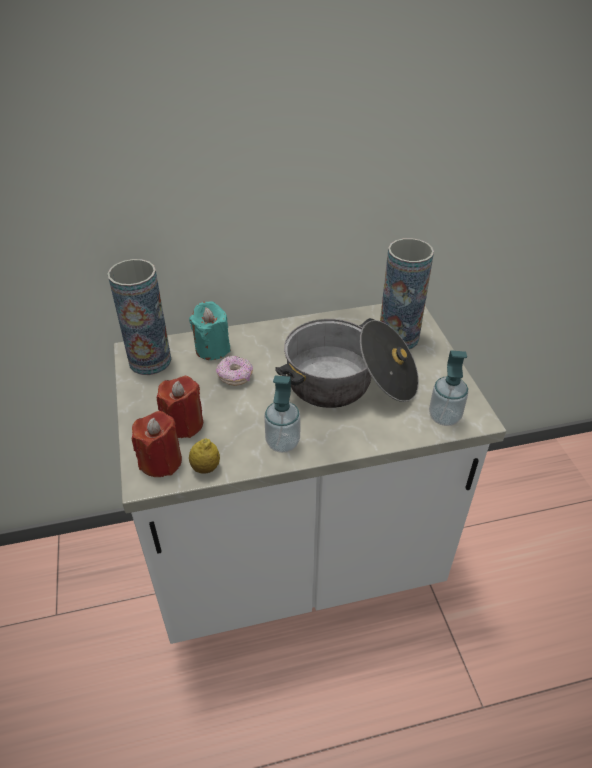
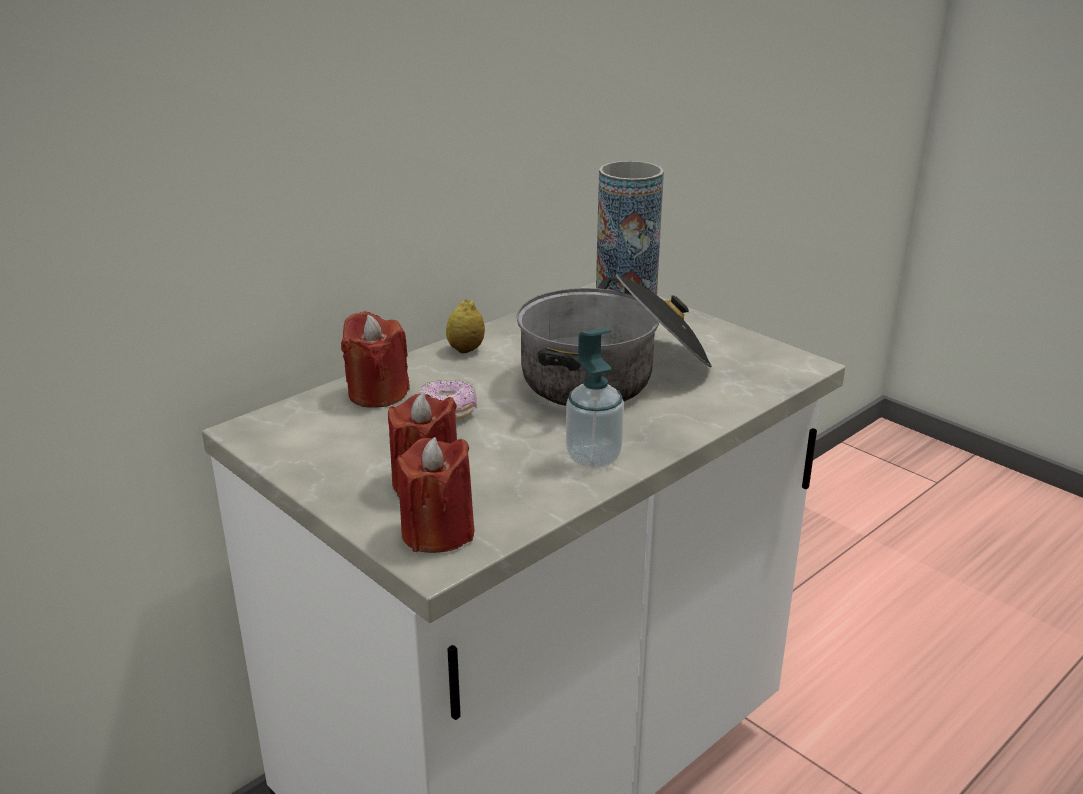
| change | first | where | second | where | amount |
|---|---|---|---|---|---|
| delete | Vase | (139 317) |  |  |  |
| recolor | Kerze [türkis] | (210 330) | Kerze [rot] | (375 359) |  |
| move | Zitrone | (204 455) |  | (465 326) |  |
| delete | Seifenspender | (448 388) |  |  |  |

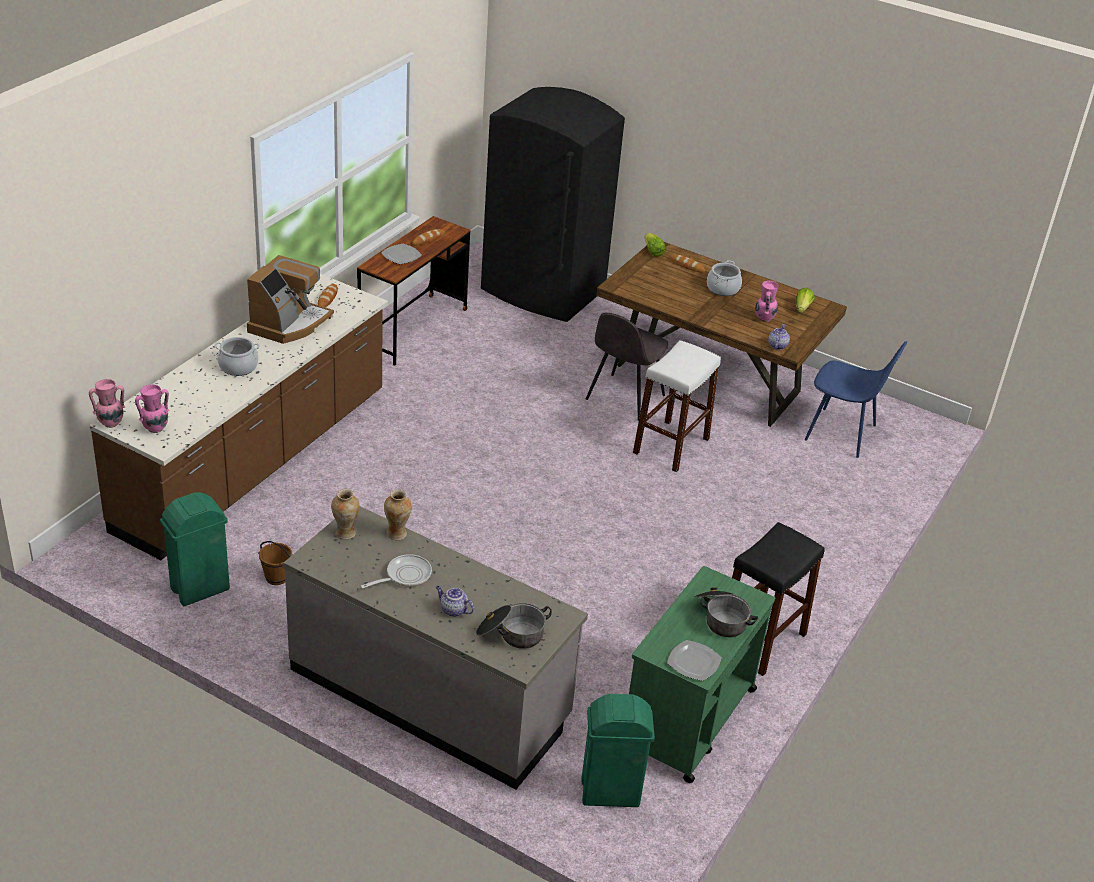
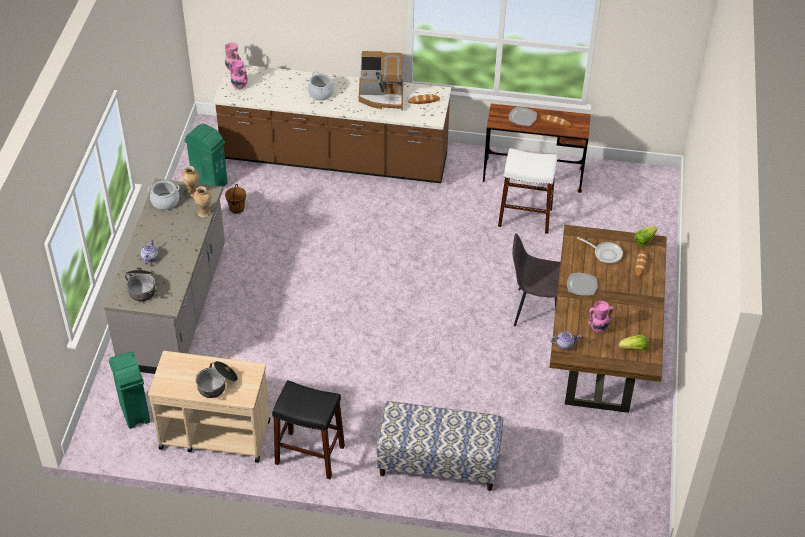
| change | first | where | second | where | amount |
|---|---|---|---|---|---|
| move | Pfanne | (396 571) |  | (600 250) |  |
| delete | Kühlschrank [schwarz] | (553 204) |  |  |  |
| recolor | Rollwagen [grün] | (702 674) | Rollwagen [beige] | (209 407) |  |
| move | Hocker [weiß] | (677 406) |  | (527 191) |  |
| move | Teller | (694 660) |  | (582 284) |  |
| move | Kochtopf | (724 278) |  | (163 195) |  |
| delete | Stuhl [blau] | (856 399) |  |  |  |
| insert |  |  | Bank | (439 446) |  |

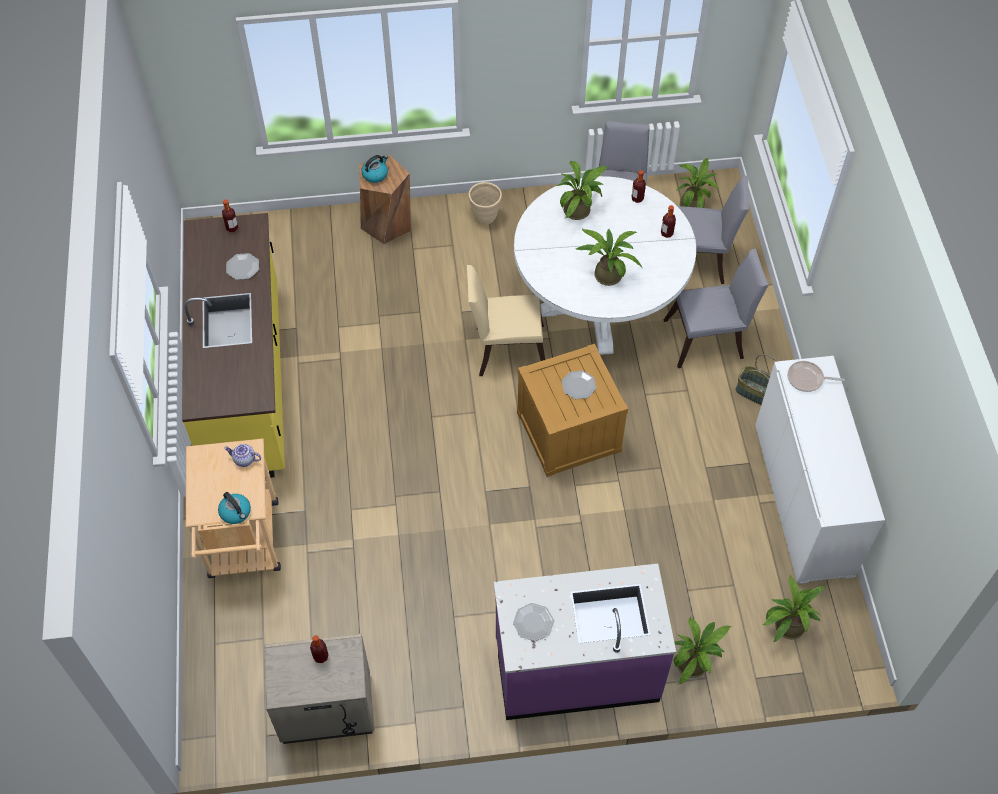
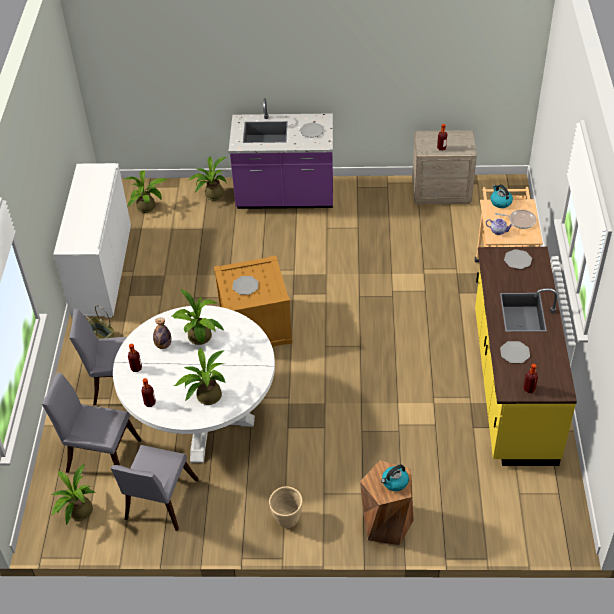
| change | first | where | second | where | amount |
|---|---|---|---|---|---|
| delete | Stuhl [beige] | (506 320) |  |  |  |
| move | Pfanne | (816 376) |  | (515 219) |  |
| insert |  |  | Flasche | (162 333) |  |
| insert |  |  | Teller | (518 259) |  |

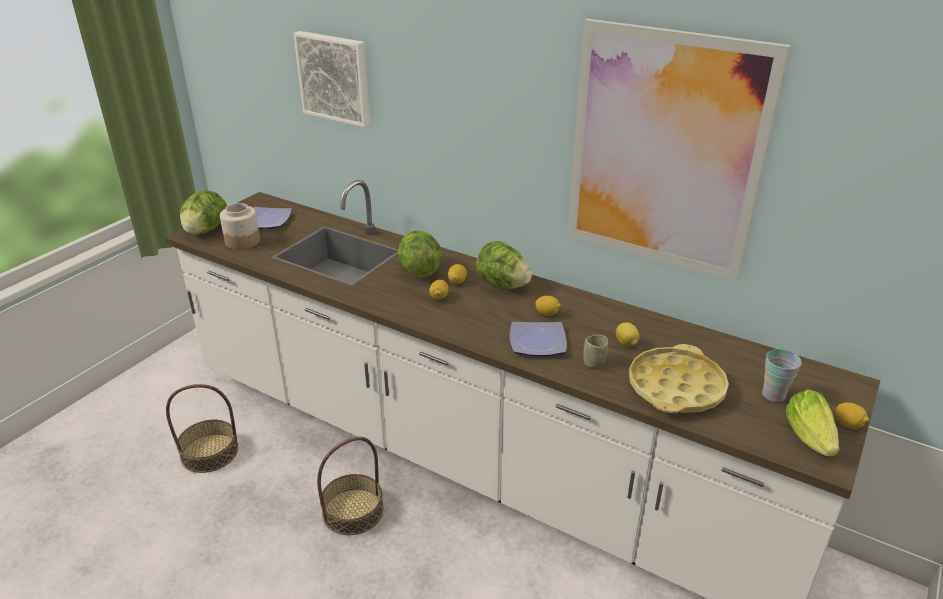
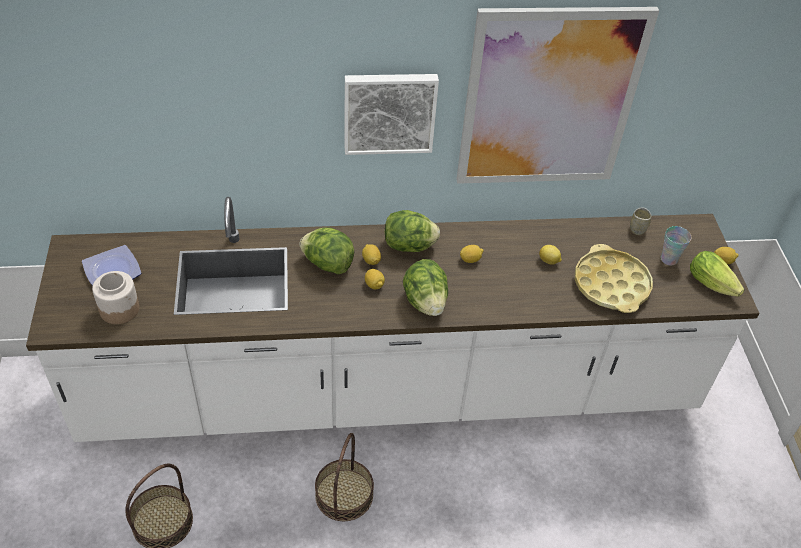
| change | first | where | second | where | amount |
|---|---|---|---|---|---|
| move | Salatkopf | (203 212) |  | (425 287) |  |
| move | Bild | (332 79) |  | (392 114) |  |
| delete | Teller | (538 339) |  |  |  |
| move | Tasse | (596 351) |  | (640 221) |  |

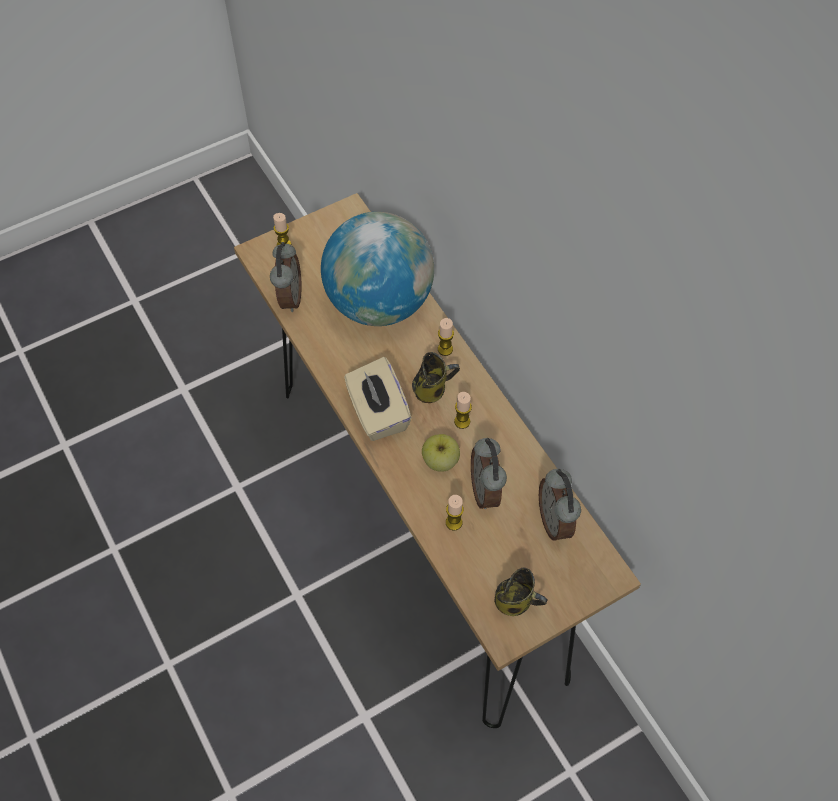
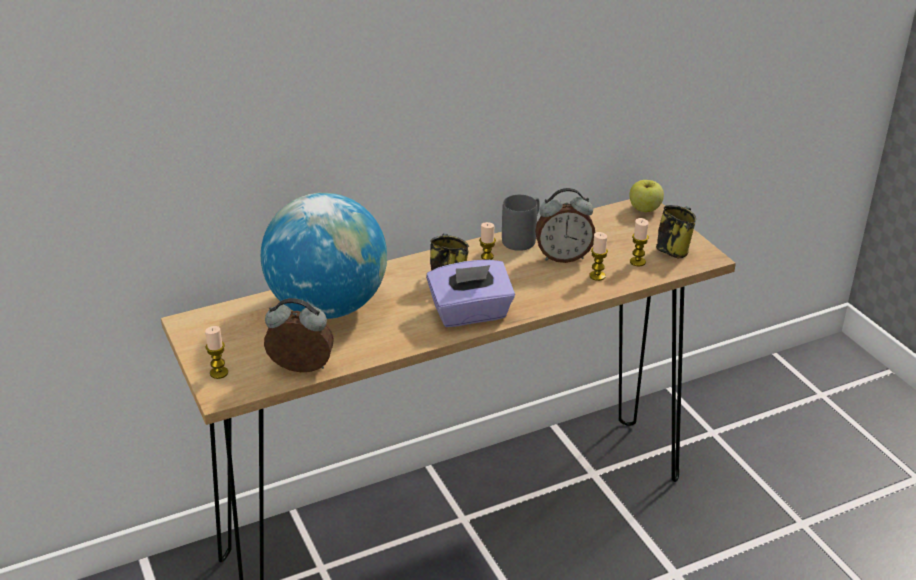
| change | first | where | second | where | amount |
|---|---|---|---|---|---|
| recolor | Taschentuchbox [beige] | (378 399) | Taschentuchbox [lila] | (470 293) |  |
| move | Apfel | (441 453) |  | (647 196) |  |
| move | Kerze | (446 337) |  | (639 242) |  |
| delete | Wecker | (560 505) |  |  |  |
| insert |  |  | Henkelbecher [grau] | (521 223) |  |

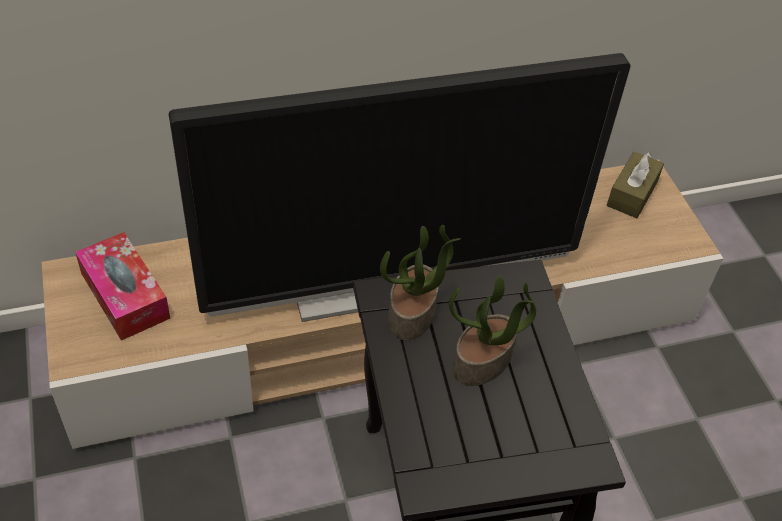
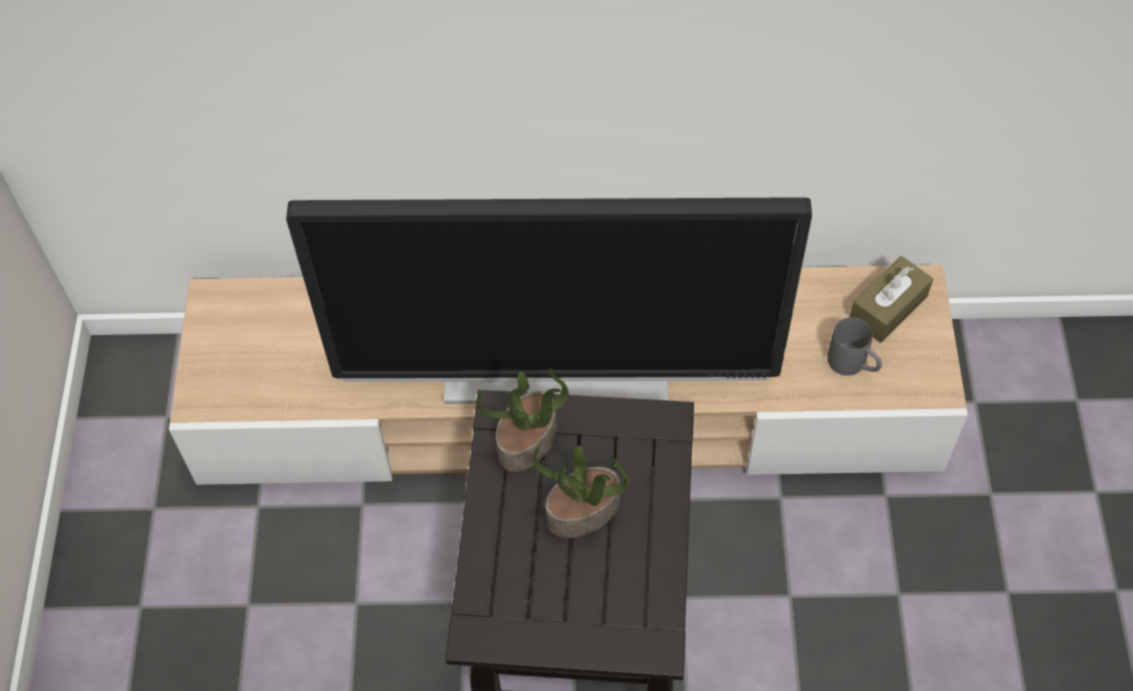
| change | first | where | second | where | amount |
|---|---|---|---|---|---|
| delete | Taschentuchbox | (123 286) |  |  |  |
| insert |  |  | Henkelbecher [grau] | (854 346) |  |

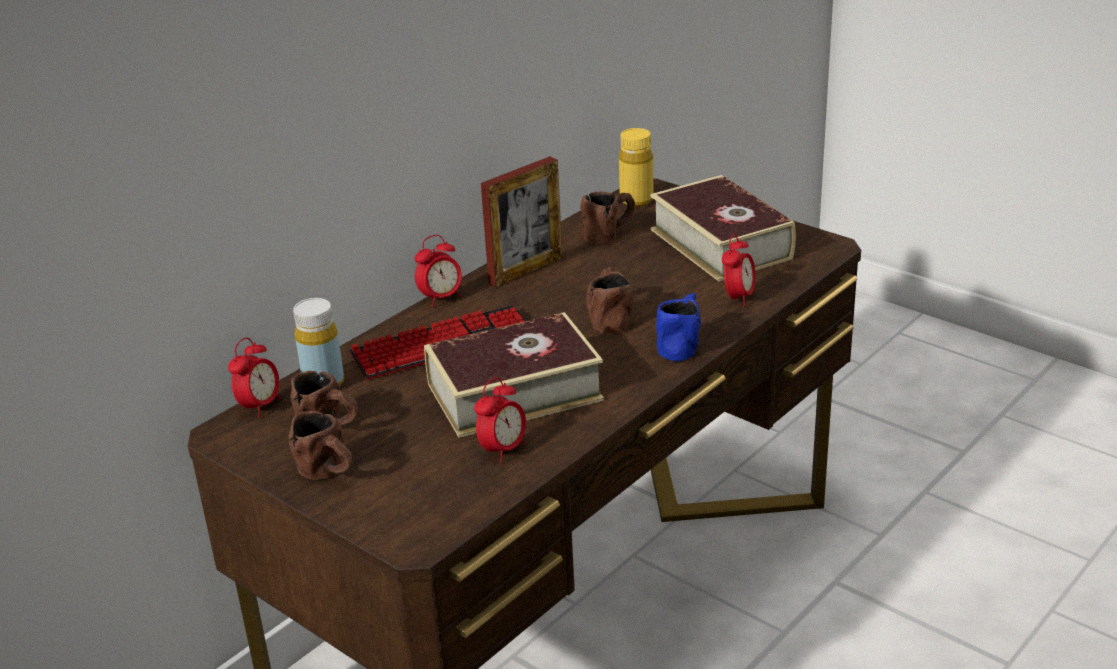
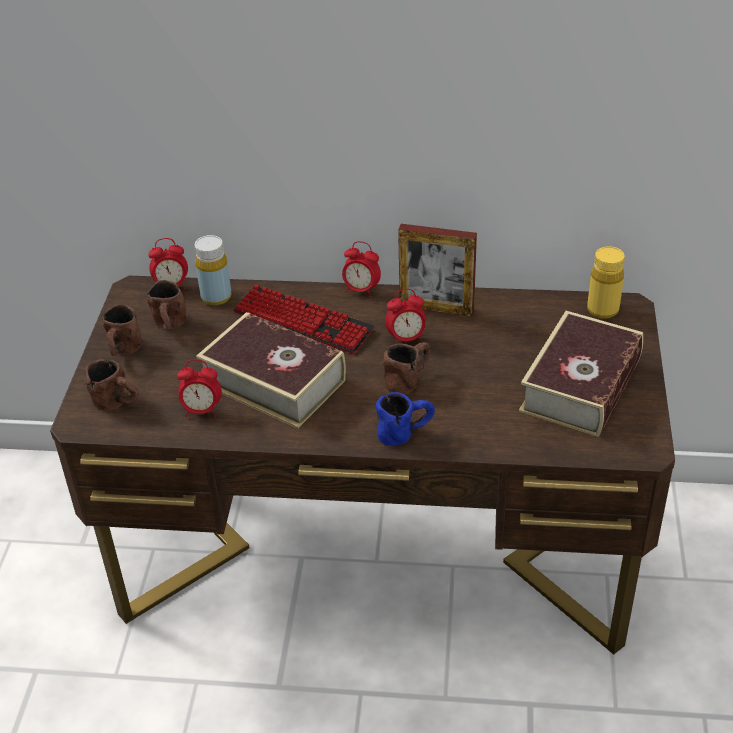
| change | first | where | second | where | amount |
|---|---|---|---|---|---|
| move | Henkelbecher [braun] | (607 218) |  | (112 385) |  |
| move | Wecker | (739 270) |  | (405 316) |  |

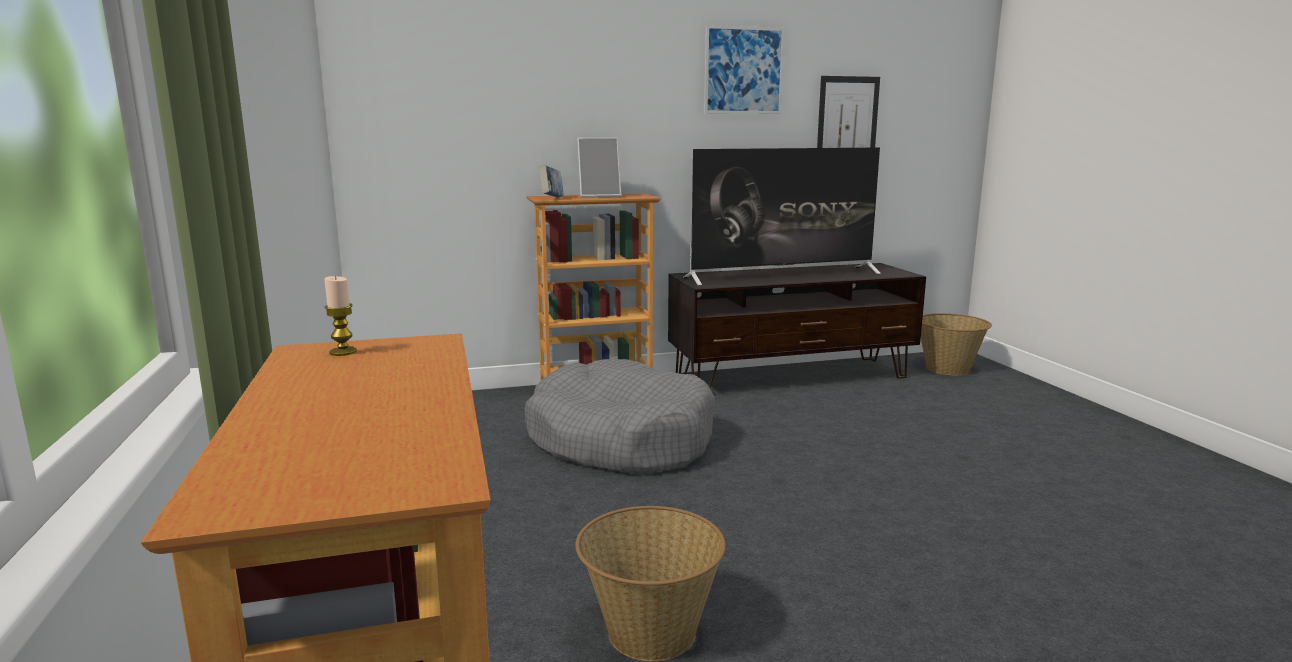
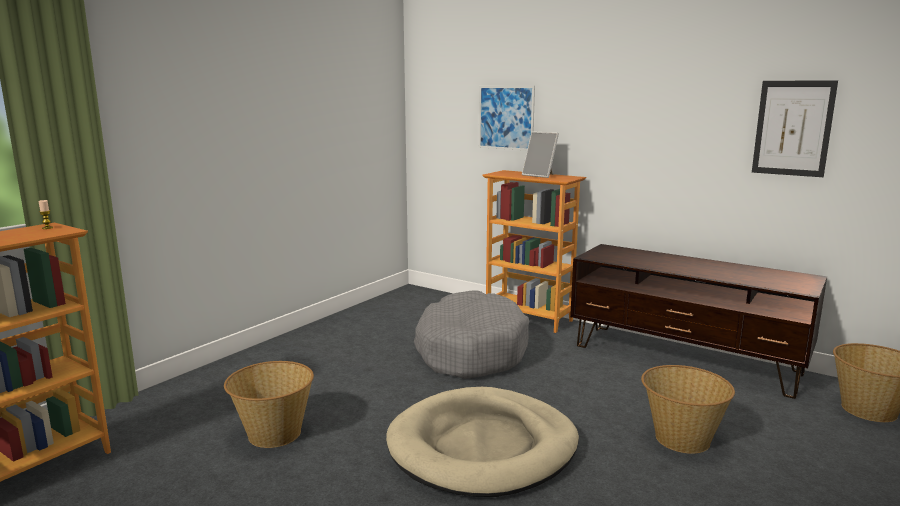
| change | first | where | second | where | amount |
|---|---|---|---|---|---|
| delete | Buch | (551 181) |  |  |  |
| delete | Fernseher | (782 216) |  |  |  |
| move | Bild | (744 69) |  | (507 118) |  |
| insert |  |  | Hundebett [beige] | (482 442) |  |
| insert |  |  | Korb | (688 409) |  |

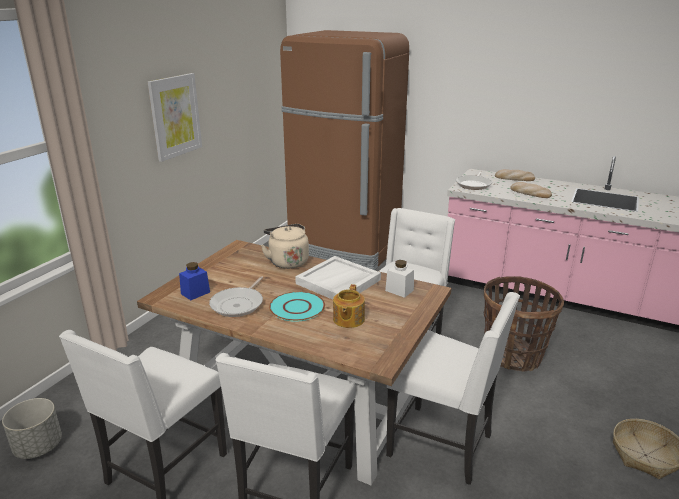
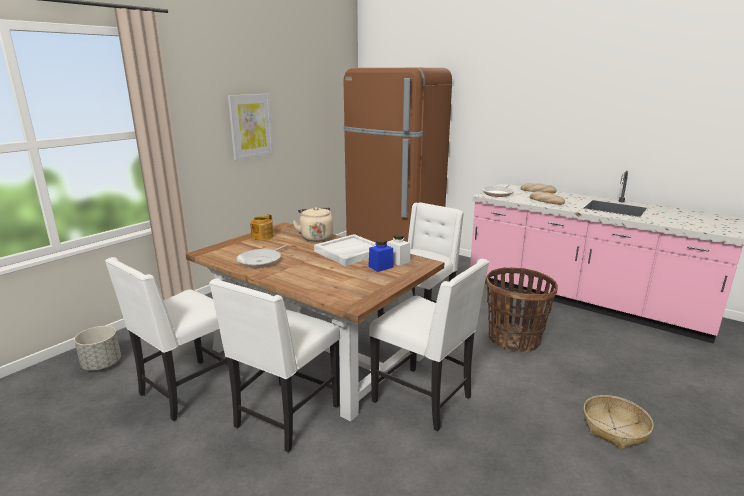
| change | first | where | second | where | amount |
|---|---|---|---|---|---|
| move | Vorratsglas [blau] | (194 281) |  | (381 255) |  |
| delete | Teller [türkis] | (297 307) |  |  |  |
| move | Teekanne | (349 306) |  | (262 227) |  |

